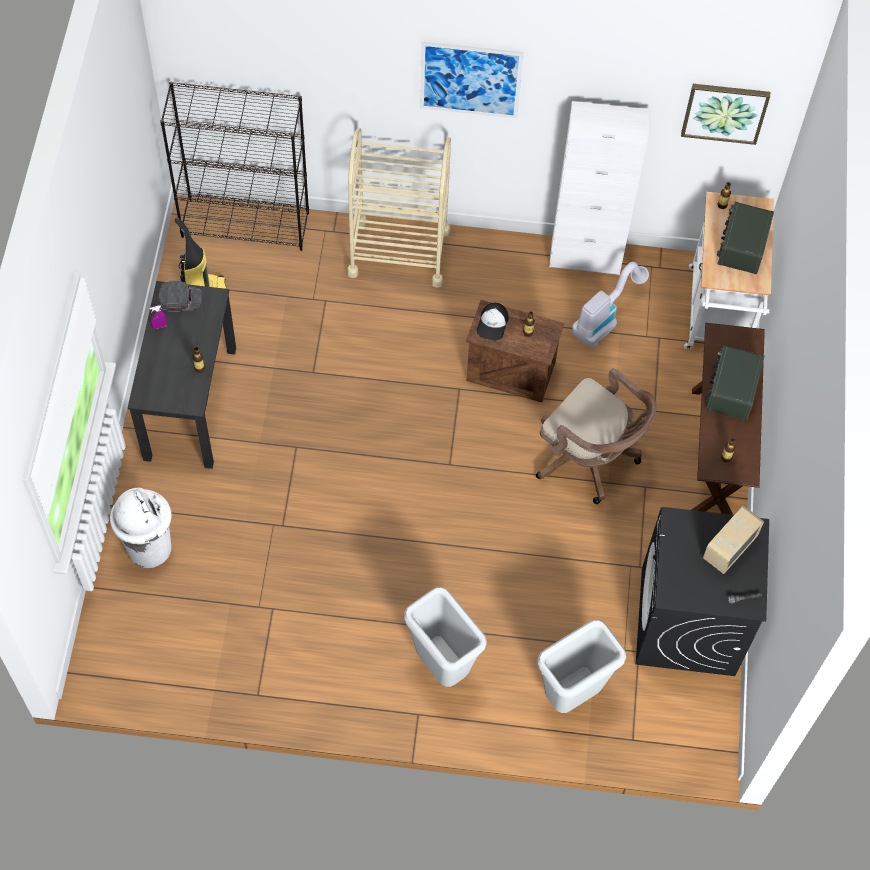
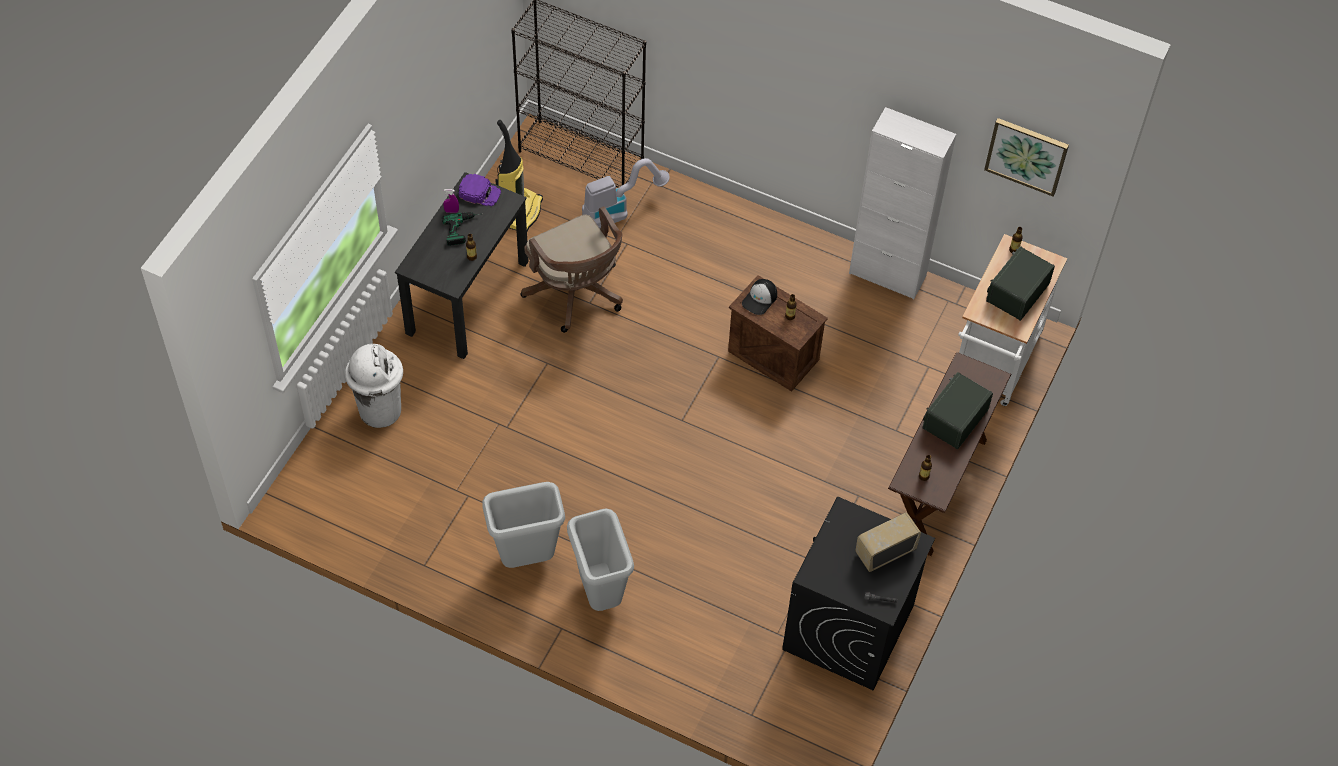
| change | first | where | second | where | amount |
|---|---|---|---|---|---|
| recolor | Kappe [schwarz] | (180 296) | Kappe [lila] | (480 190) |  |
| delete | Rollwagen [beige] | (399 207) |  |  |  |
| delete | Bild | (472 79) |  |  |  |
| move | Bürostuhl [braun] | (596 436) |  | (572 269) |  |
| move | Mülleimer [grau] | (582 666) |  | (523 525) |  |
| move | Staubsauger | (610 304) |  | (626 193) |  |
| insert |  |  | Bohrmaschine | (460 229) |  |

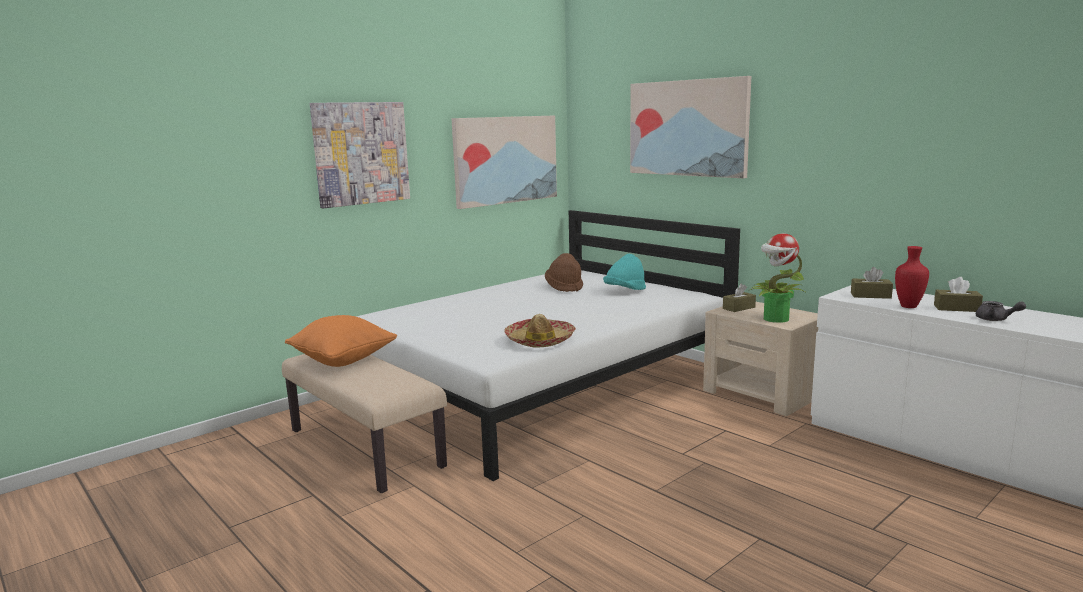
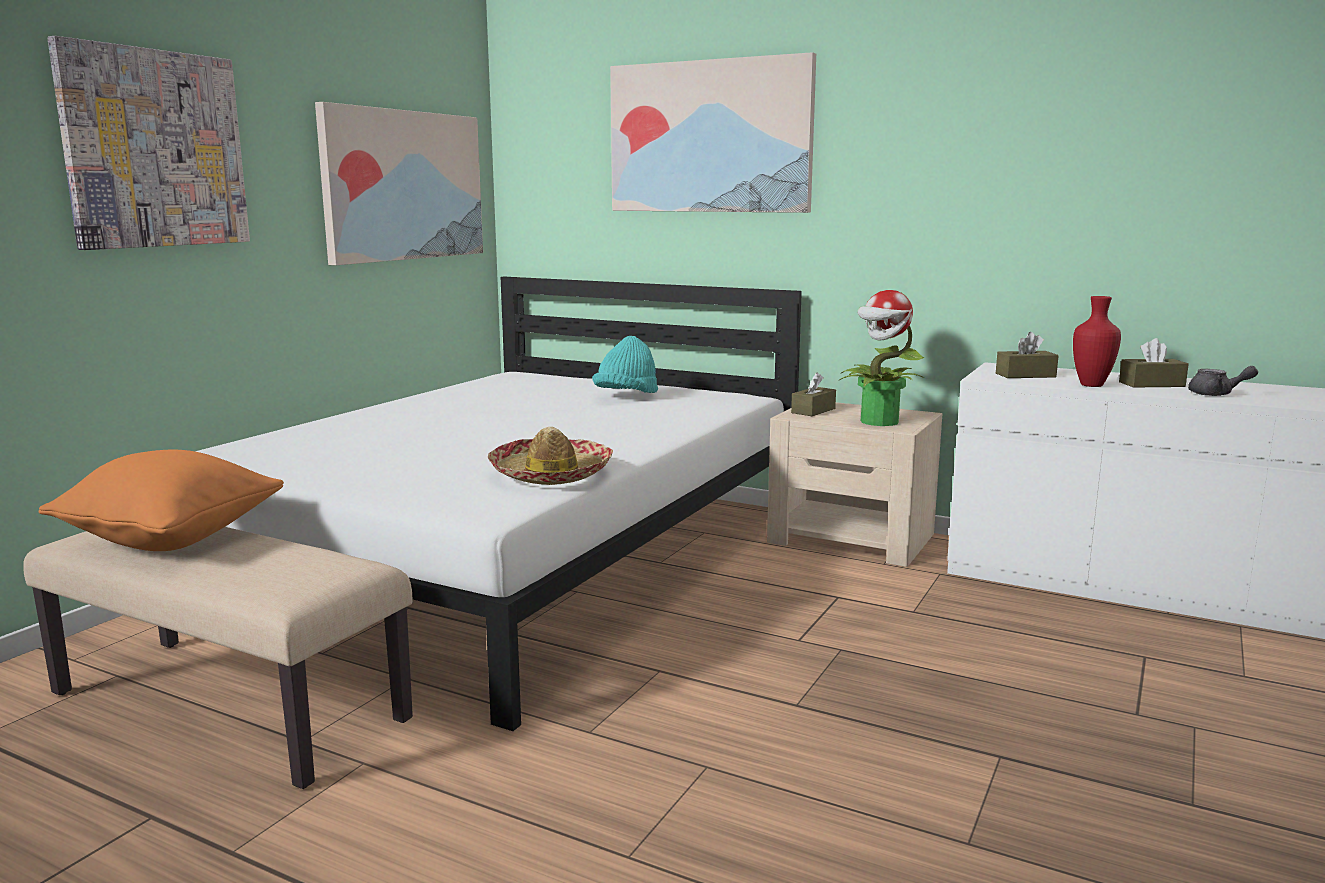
| change | first | where | second | where | amount |
|---|---|---|---|---|---|
| delete | Hut [braun] | (564 272) |  |  |  |

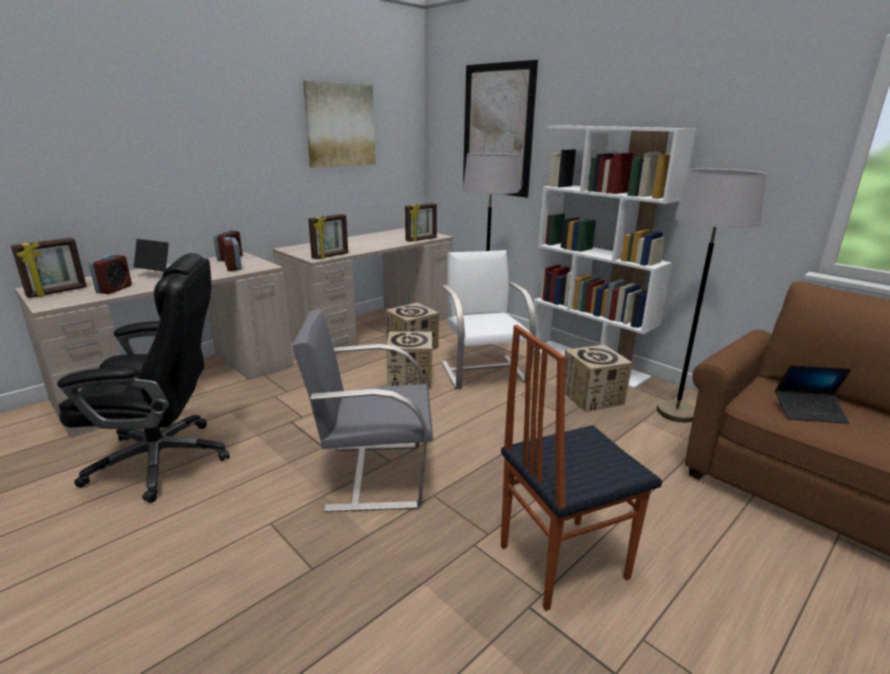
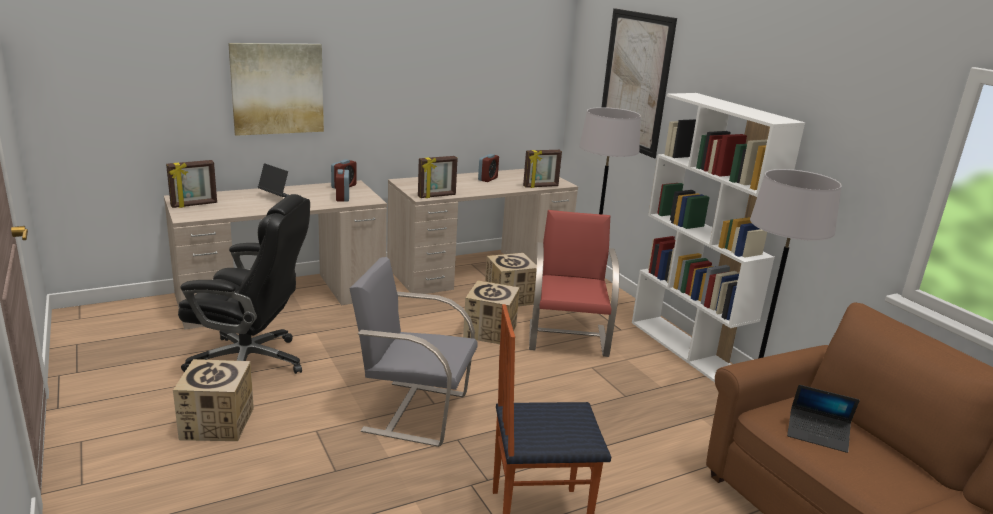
| change | first | where | second | where | amount |
|---|---|---|---|---|---|
| move | Wecker | (110 274) |  | (488 168) |  |
| move | Bild | (339 124) |  | (276 89) |  |
| recolor | Stuhl [weiß] | (488 319) | Stuhl [rot] | (574 283) |  |
| move | Karton | (598 378) |  | (213 400) |  |

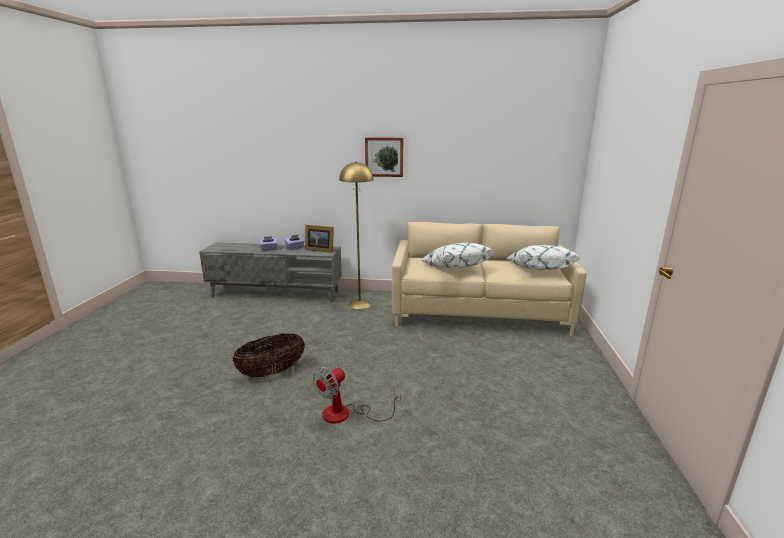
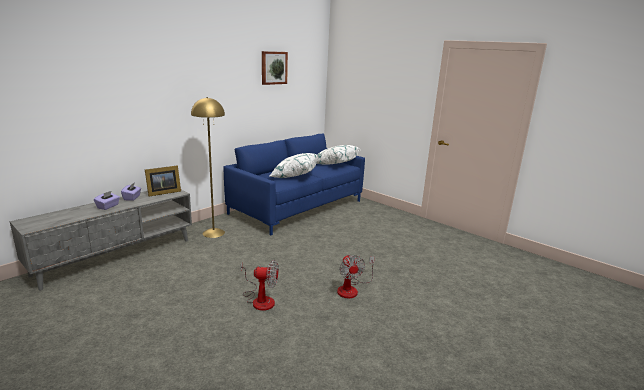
| change | first | where | second | where | amount |
|---|---|---|---|---|---|
| replace | Korb | (269 355) | Ventilator | (260 285) |  |
| move | Bild | (384 157) |  | (275 68) |  |
| recolor | Sofa [beige] | (489 279) | Sofa [blau] | (294 184) |  |

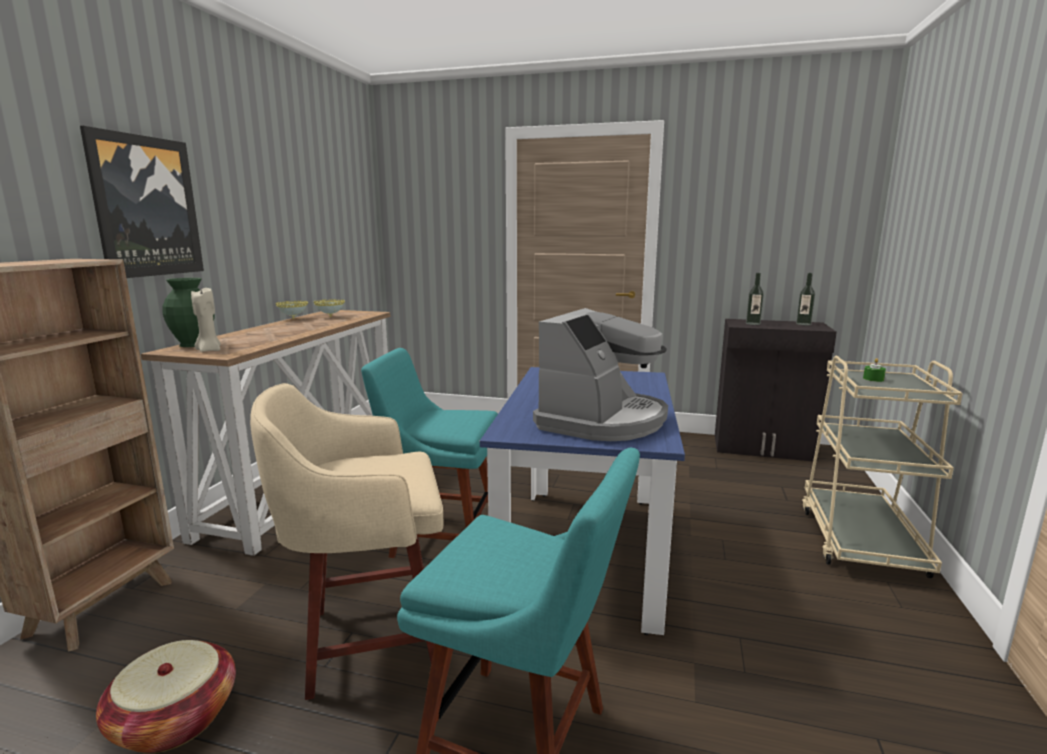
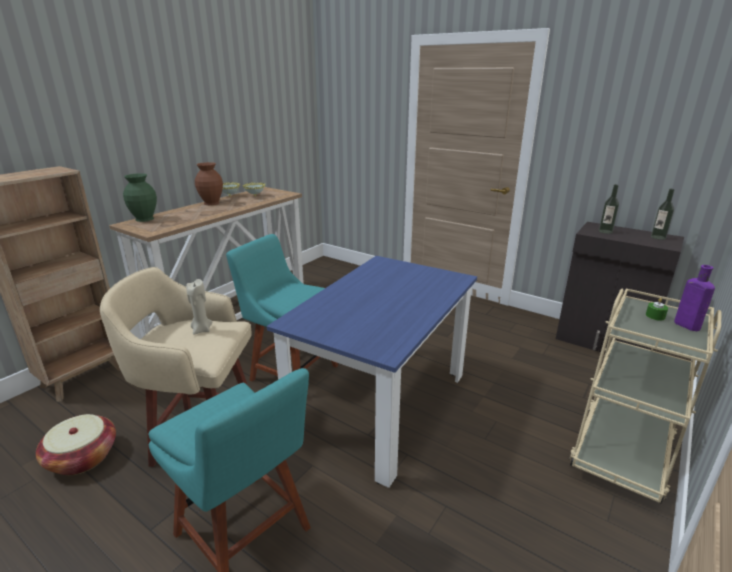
| change | first | where | second | where | amount |
|---|---|---|---|---|---|
| delete | Bild | (142 202) |  |  |  |
| move | Kerze [beige] | (206 320) |  | (199 307) |  |
| delete | Kaffeemaschine | (600 374) |  |  |  |
| insert |  |  | Vase [braun] | (209 183) |  |
| insert |  |  | Flasche [lila] | (694 298) |  |

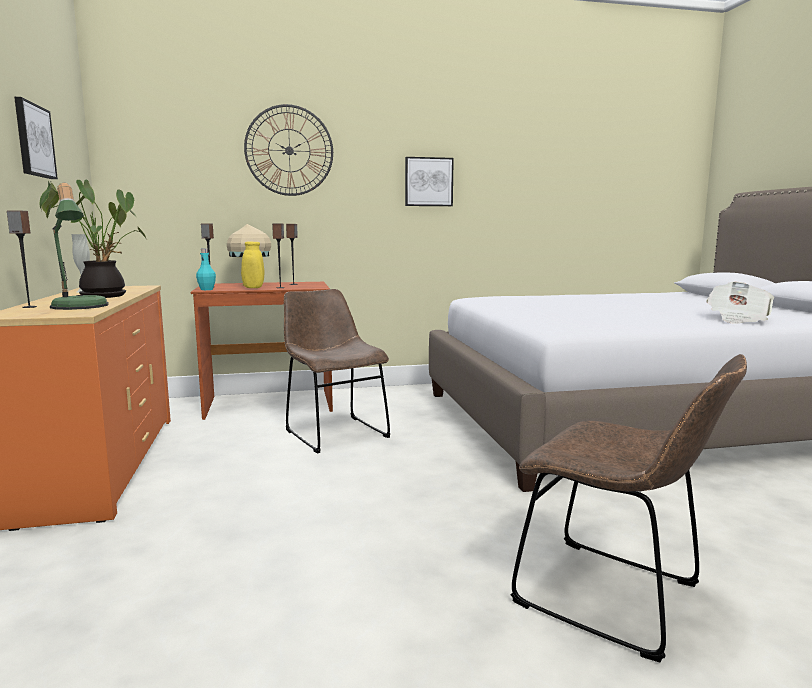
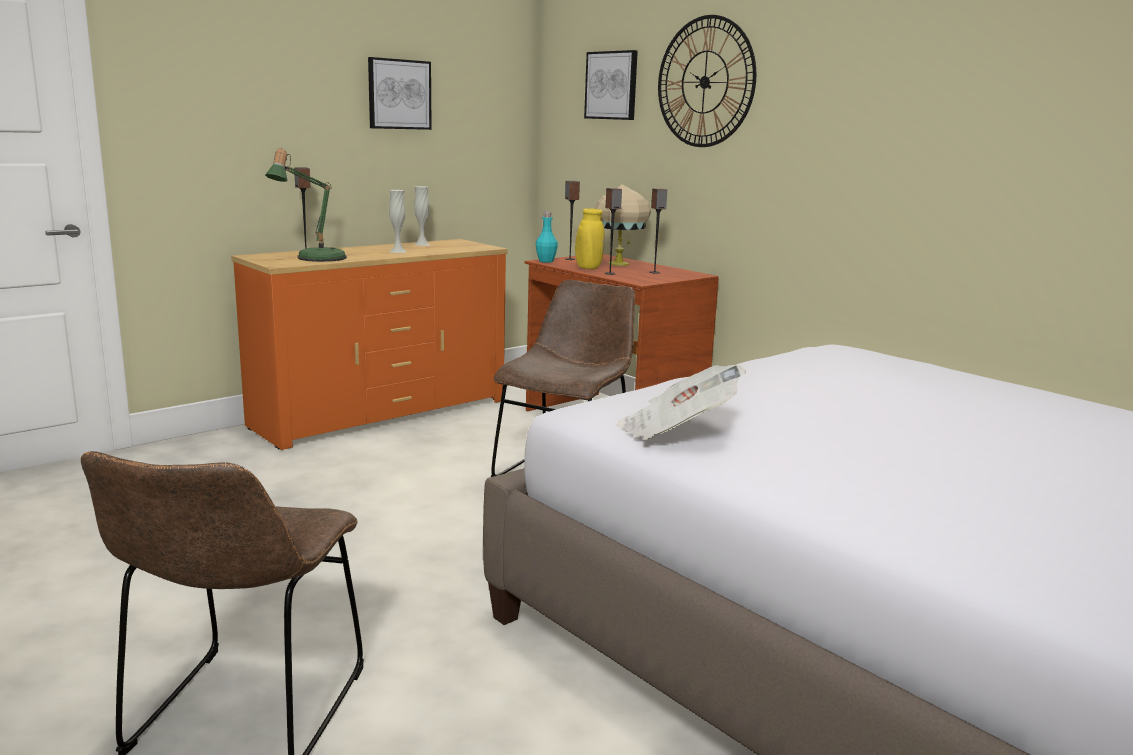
| change | first | where | second | where | amount |
|---|---|---|---|---|---|
| replace | Topfpflanze | (92 239) | Vase [weiß] | (398 221) |  |
| move | Bild | (429 181) |  | (611 85) |  |
| move | Zeitung | (740 303) |  | (681 402) |  |

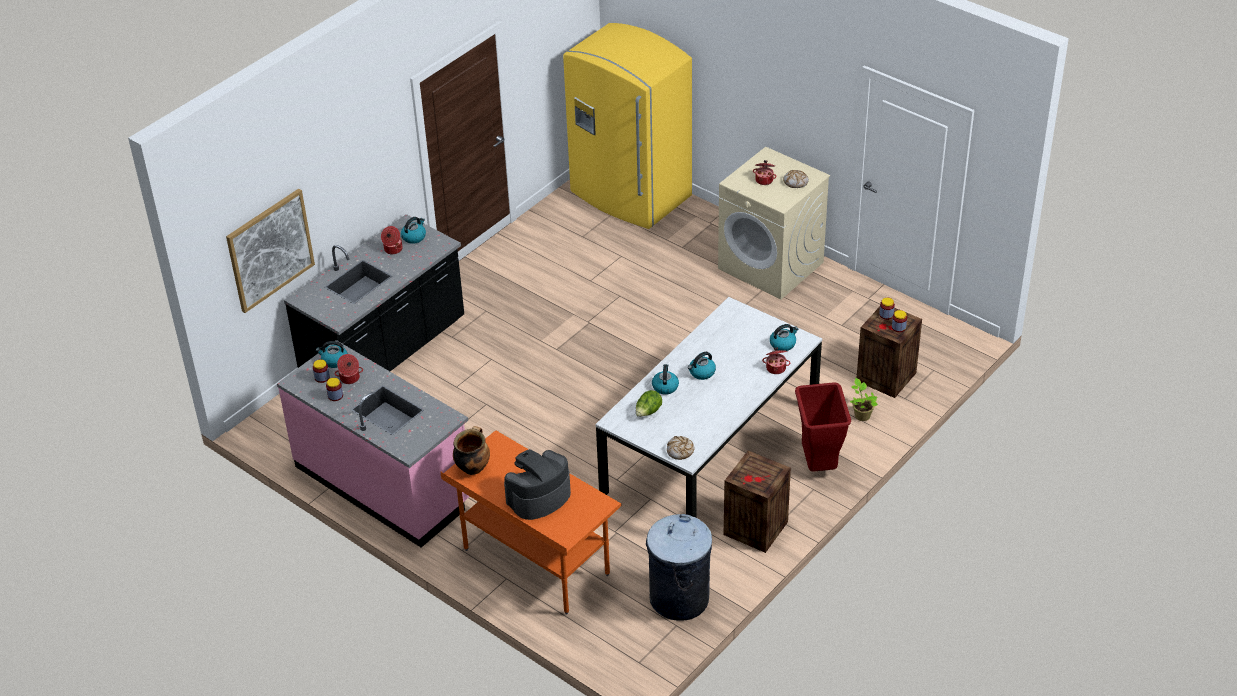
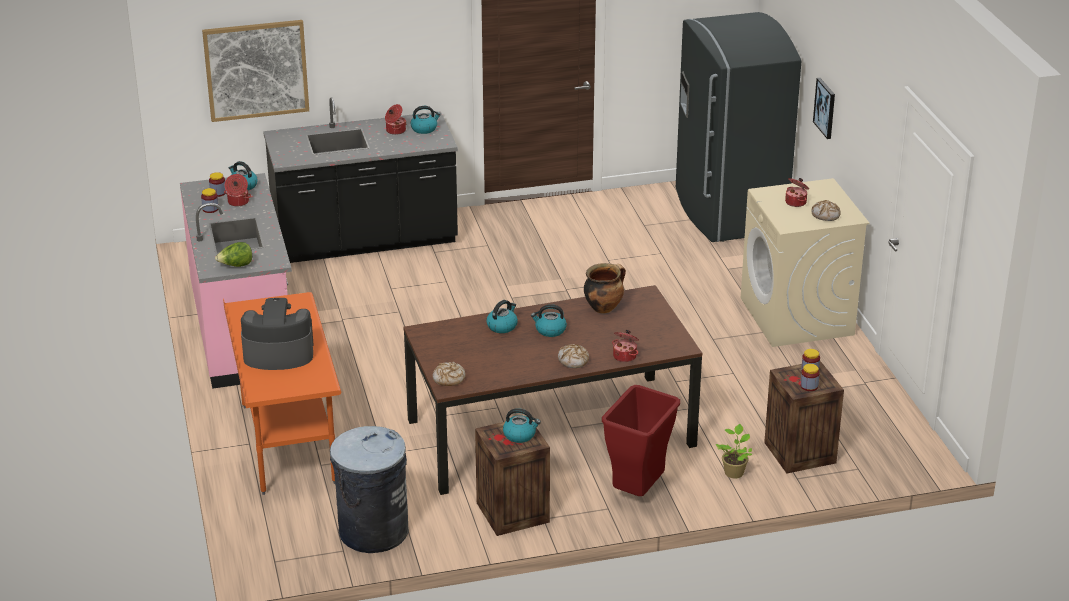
| change | first | where | second | where | amount |
|---|---|---|---|---|---|
| move | Kochtopf | (471 450) |  | (605 288) |  |
| recolor | Kühlschrank [gelb] | (627 126) | Kühlschrank [grau] | (738 127) |  |
| recolor | Esstisch [weiß] | (708 407) | Esstisch [braun] | (552 390) |  |
| move | Salatkopf | (649 403) |  | (233 254) |  |
| move | Wasserkessel | (784 337) |  | (522 425) |  |
| insert |  |  | Brot | (573 356) |  |
| insert |  |  | Bild | (824 108) |  |

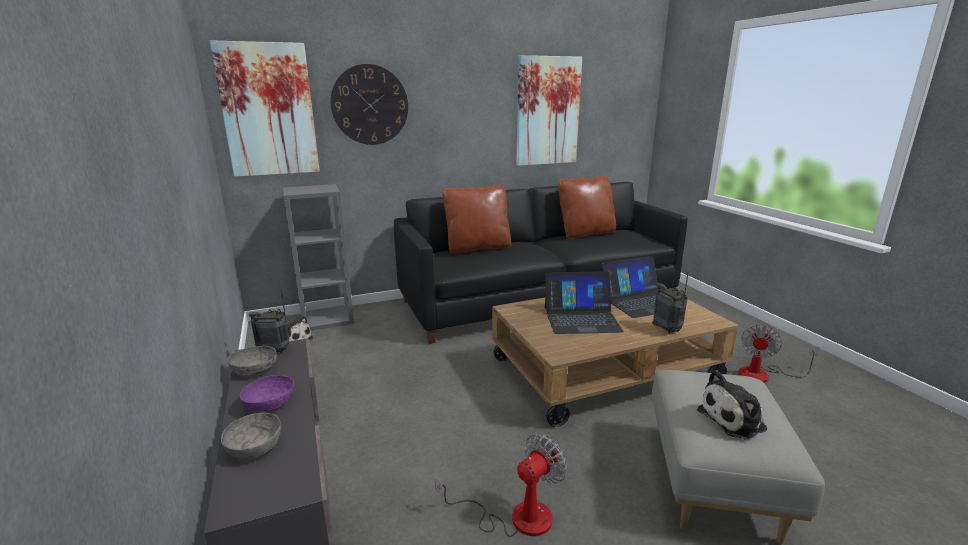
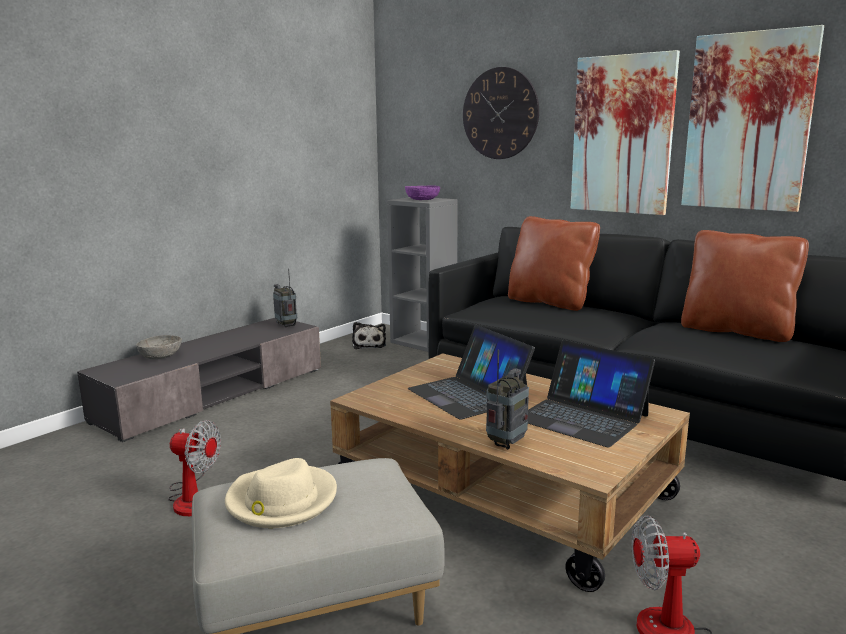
| change | first | where | second | where | amount |
|---|---|---|---|---|---|
| move | Bild | (265 108) |  | (625 132) |  |
| delete | Schüssel [grau] | (252 361) |  |  |  |
| move | Schüssel [lila] | (266 393) |  | (422 192) |  |
| replace | Plüschtier | (732 405) | Hut [beige] | (281 493) |  |

